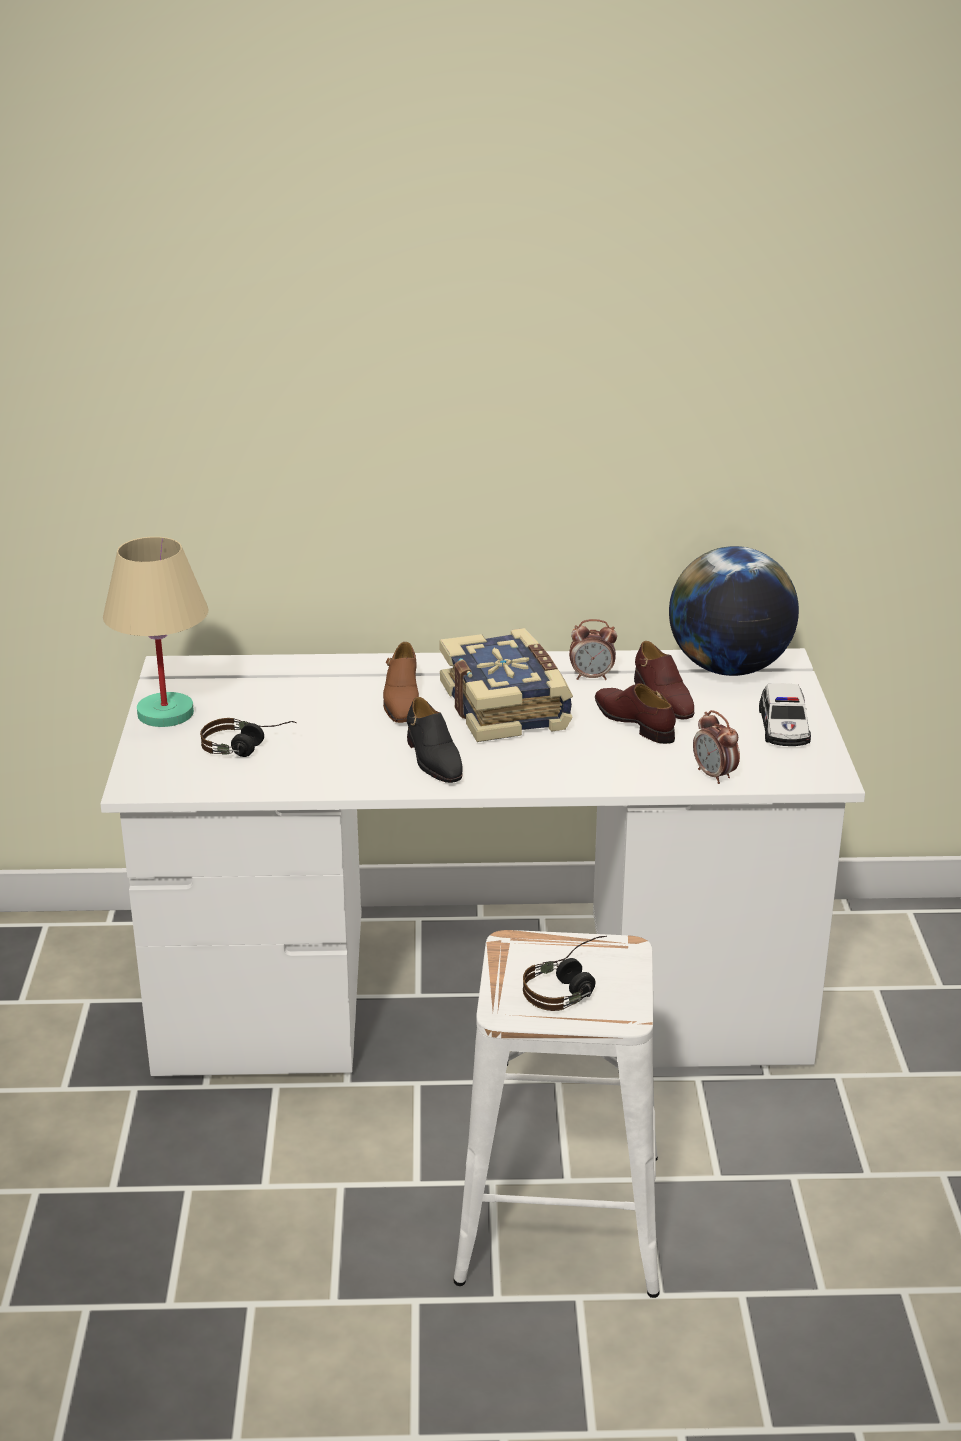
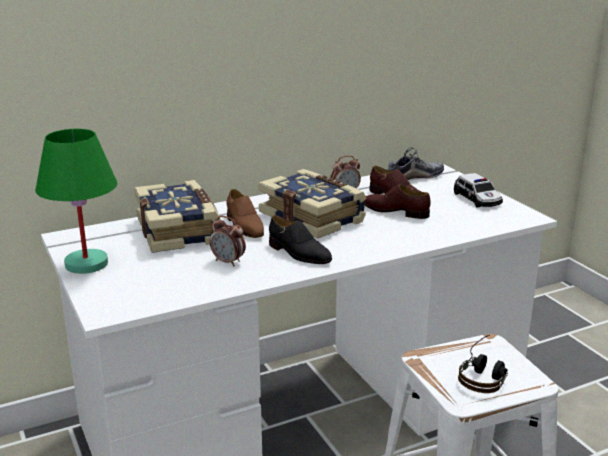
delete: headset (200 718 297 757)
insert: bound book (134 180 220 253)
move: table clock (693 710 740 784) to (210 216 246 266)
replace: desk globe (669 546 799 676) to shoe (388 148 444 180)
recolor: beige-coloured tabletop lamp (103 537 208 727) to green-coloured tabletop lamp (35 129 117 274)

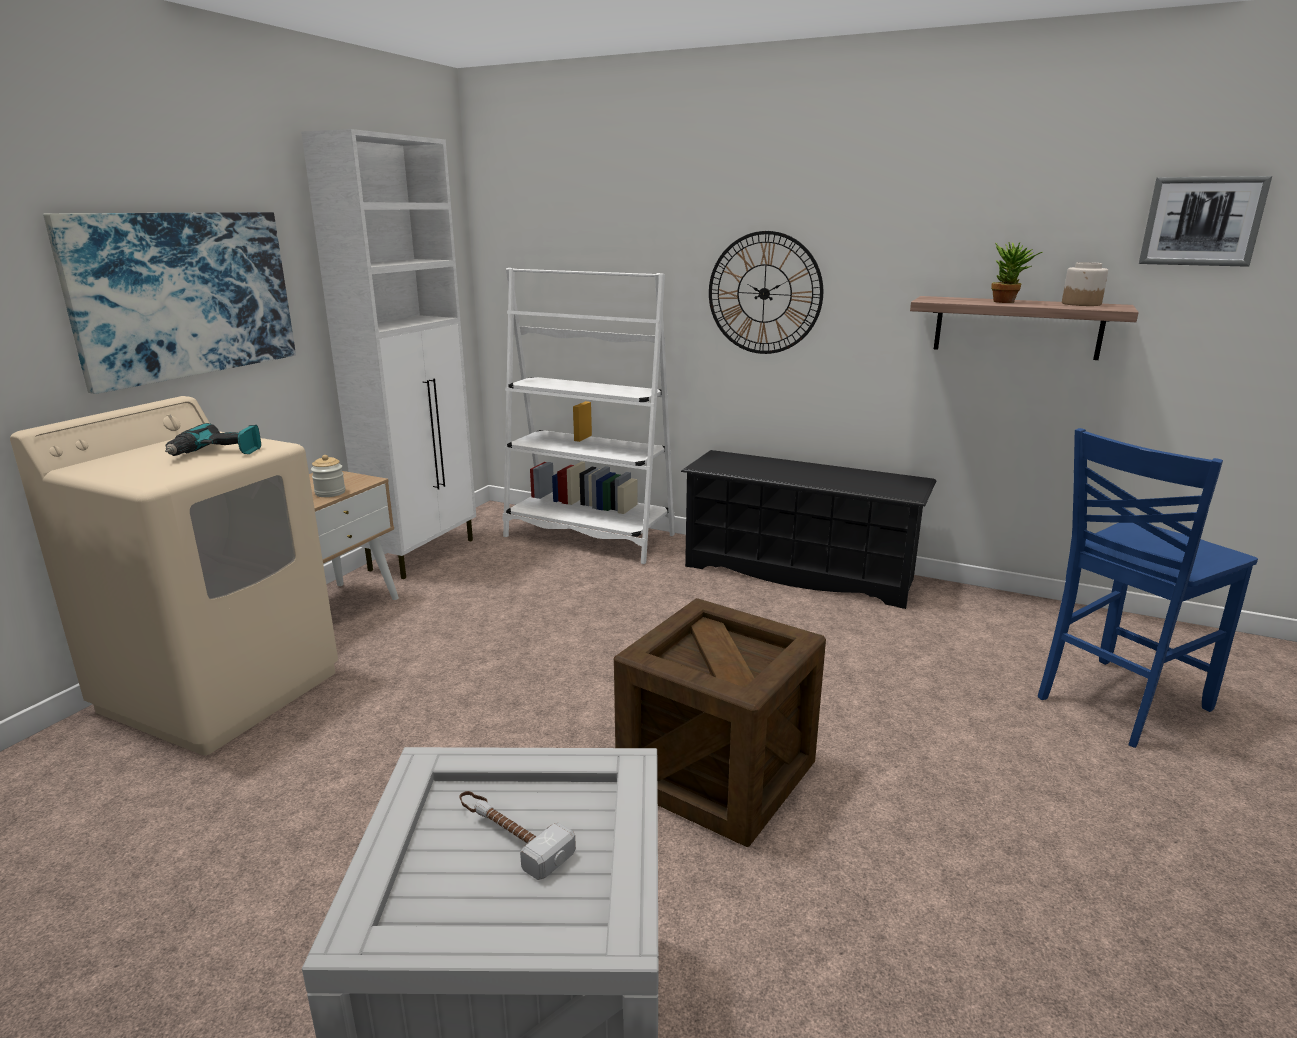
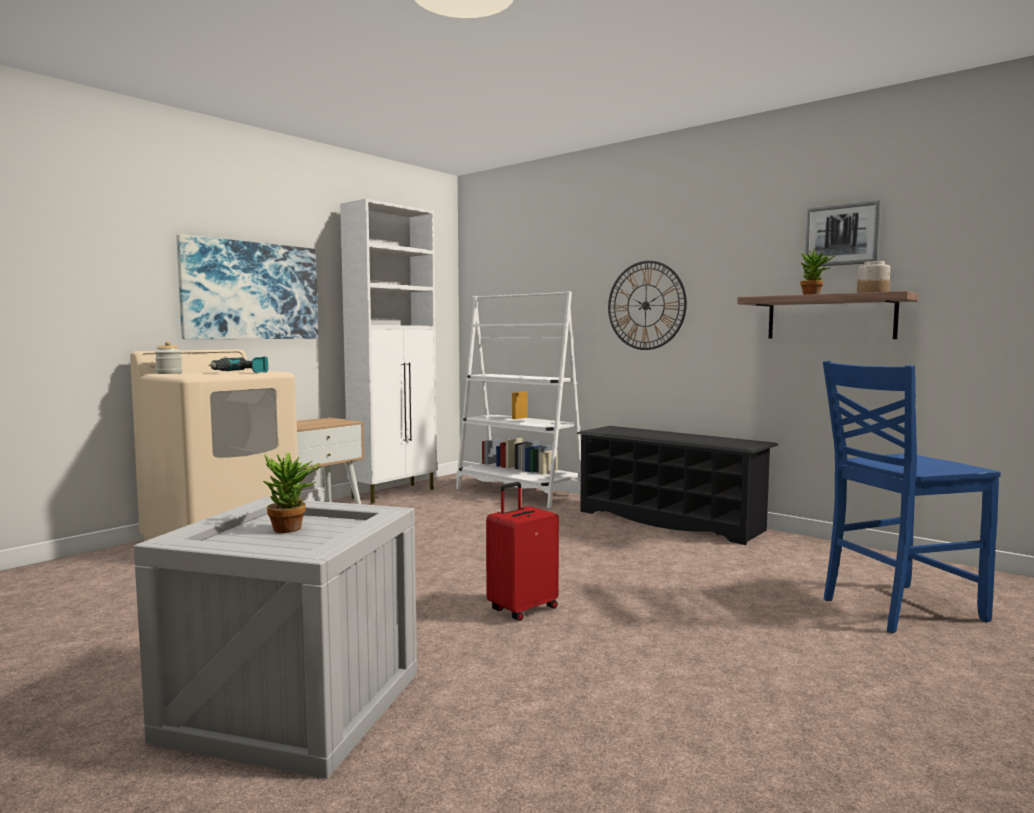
move: jar (311 455 345 497) to (155 341 182 374); wall picture (1139 176 1272 267) to (804 200 881 267)
replace: tool hammer (460 791 576 880) to potted plant (263 453 321 533); packing crate (614 598 826 847) to red-coloured travel case (486 482 559 621)

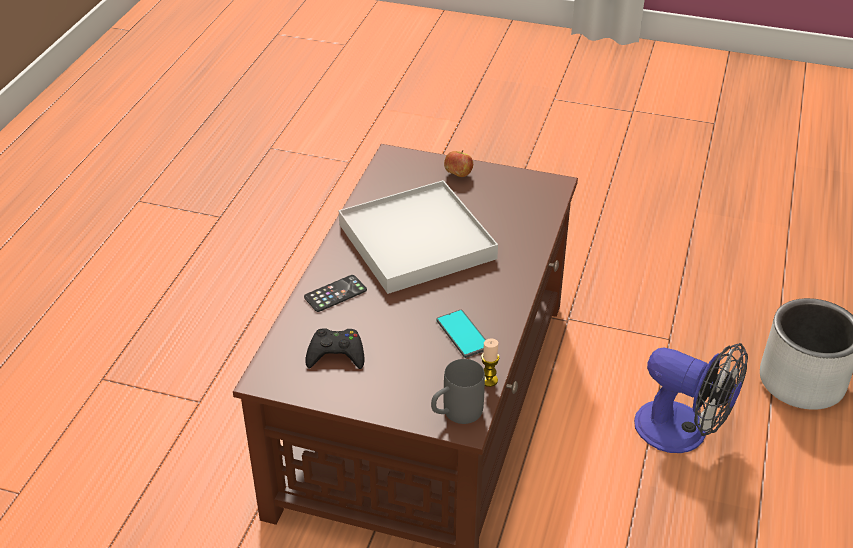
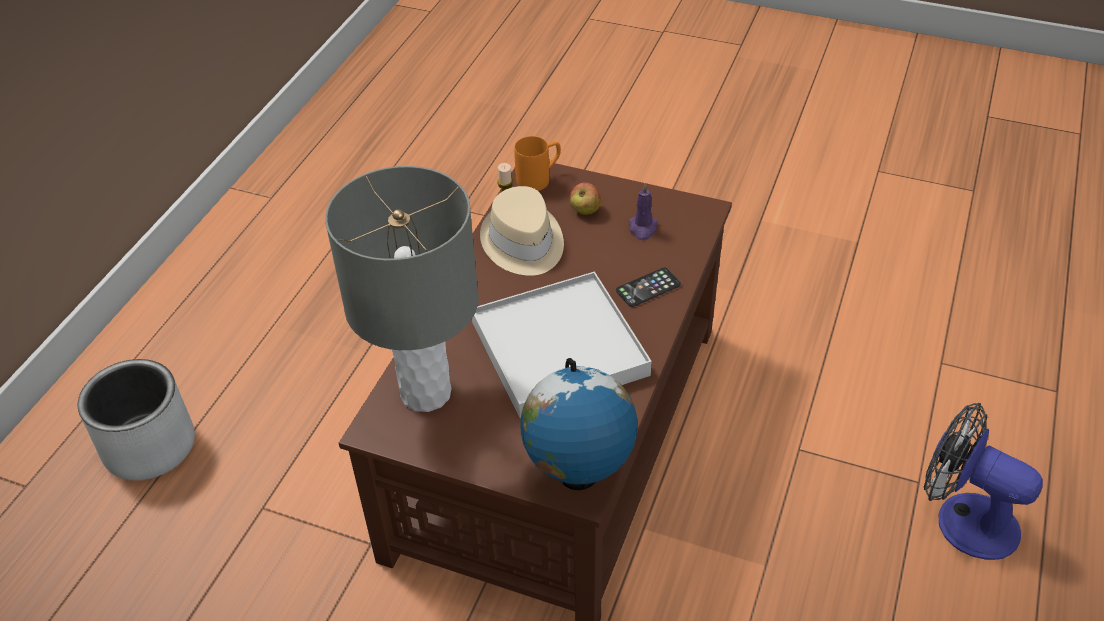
insert: gray tabletop lamp (325 166 479 412); desk globe (521 358 638 490)
move: apple (444 150 473 177) to (569 182 601 215); fan (634 343 748 453) to (924 403 1043 560)
replace: black game controller (305 328 365 369) to purple candle (629 183 658 240); telephone (436 309 486 358) to beige-coloured hat (480 186 564 276)
recolor: gray mug (431 359 485 424) to orangey mug (514 136 561 191)

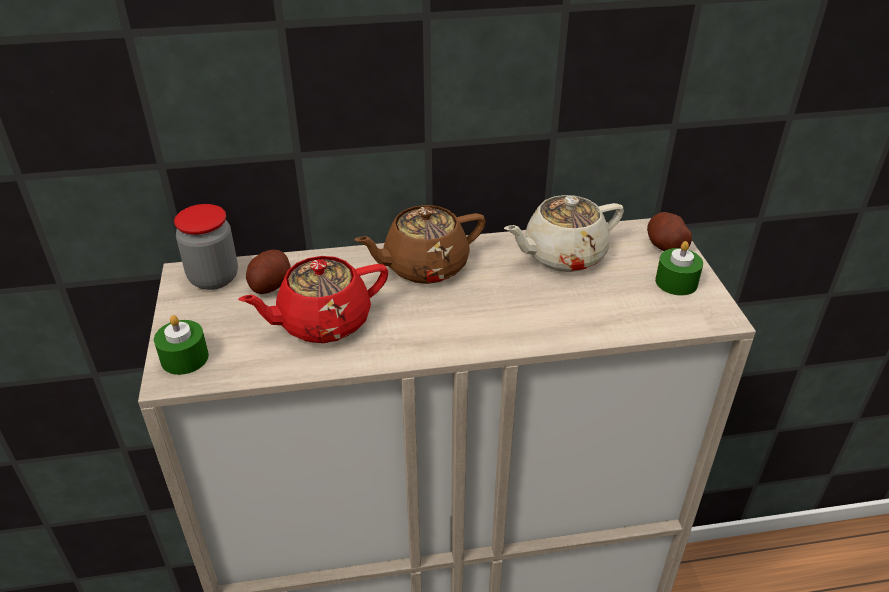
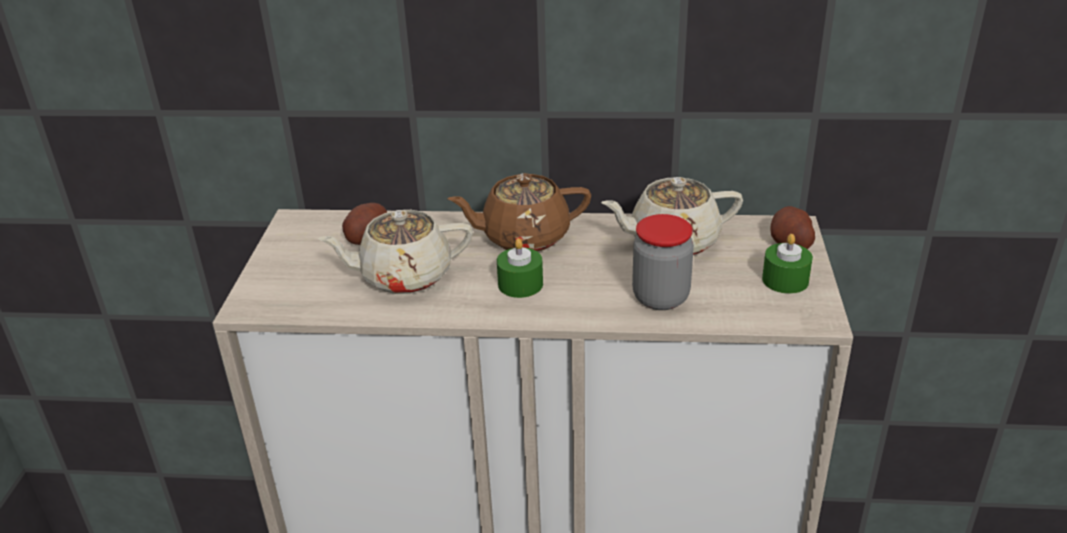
move: green-coloured candle (154 315 209 375) to (497 238 543 298); jar (174 204 238 290) to (632 214 694 310)
recolor: red-coloured pot for tea (238 256 388 343) to beige-coloured pot for tea (318 210 473 294)

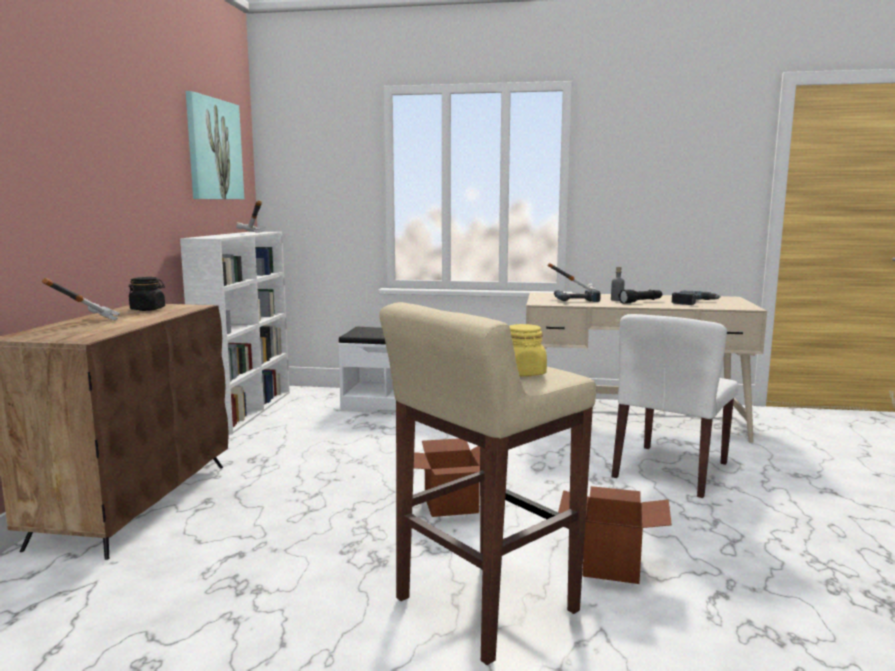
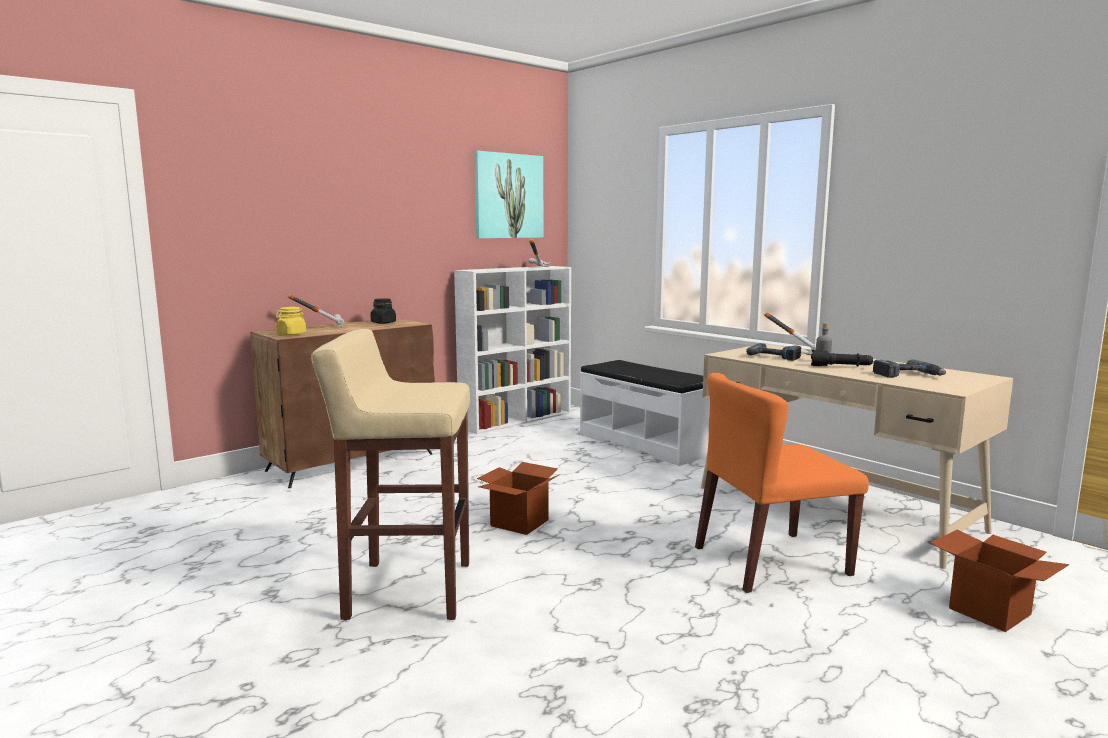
move: yellow jar (509 324 547 377) to (276 307 306 335); cardboard box (558 486 672 584) to (930 530 1069 632)
recolor: white upright chair (612 314 739 498) to orangey upright chair (695 373 869 593)

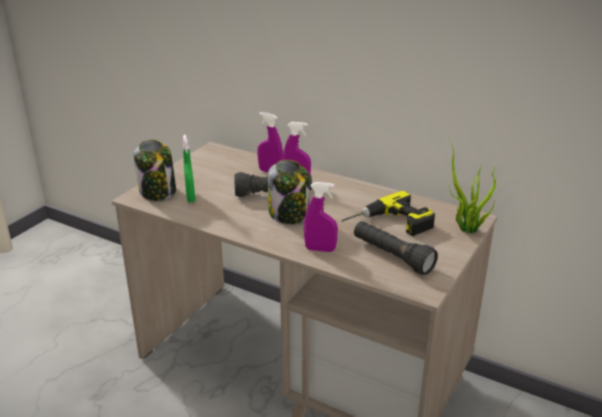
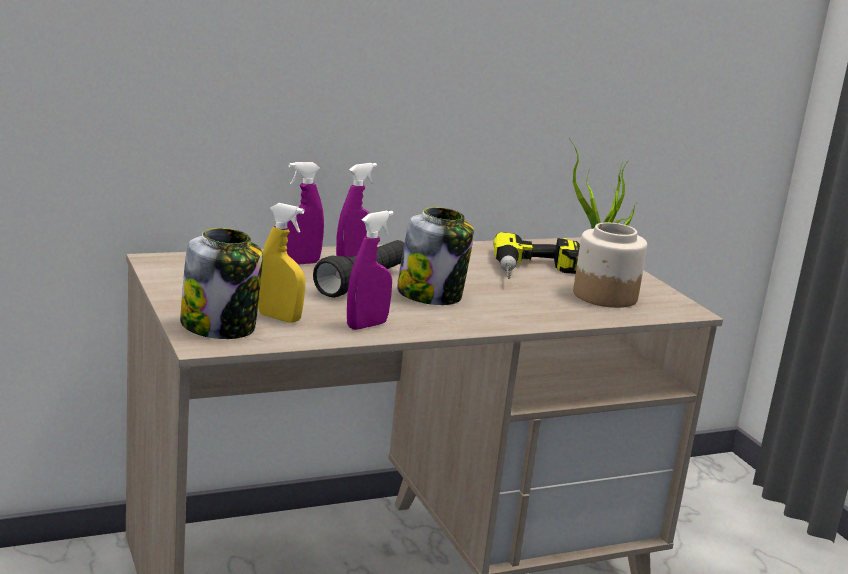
move: purple hand sprayer (304 182 338 252) to (347 211 394 330)
replace: black torch (354 221 438 275) to jar (573 222 647 308)
recolor: green-coloured hand sprayer (183 135 195 202) to yellow hand sprayer (258 203 305 322)

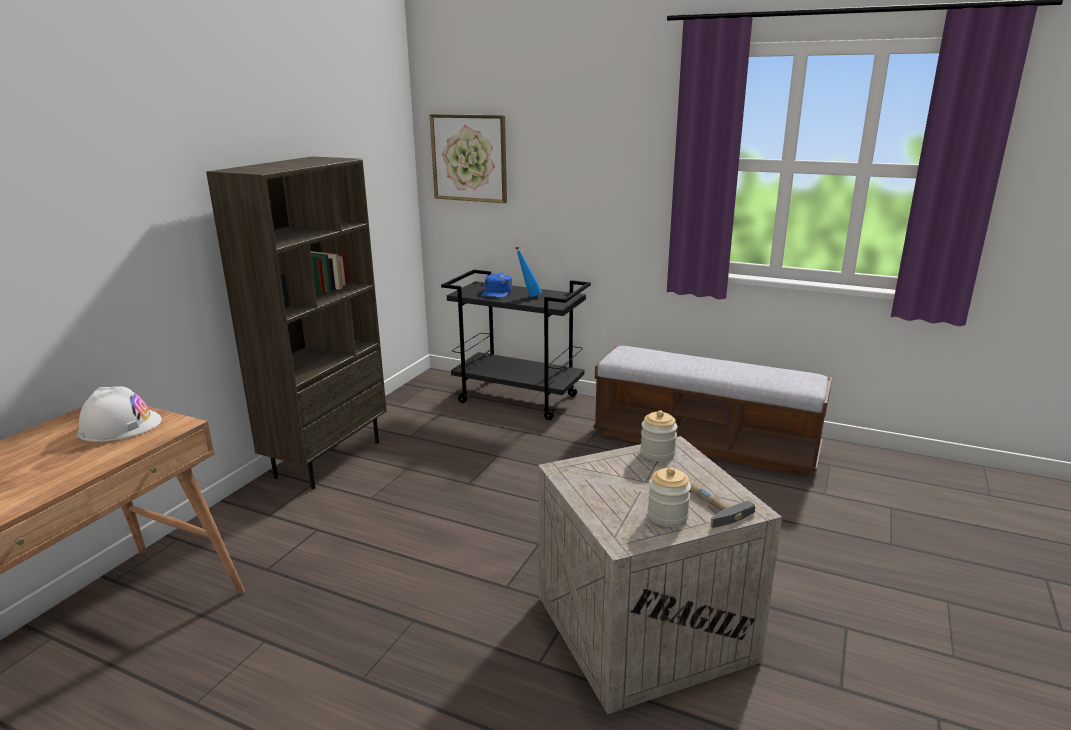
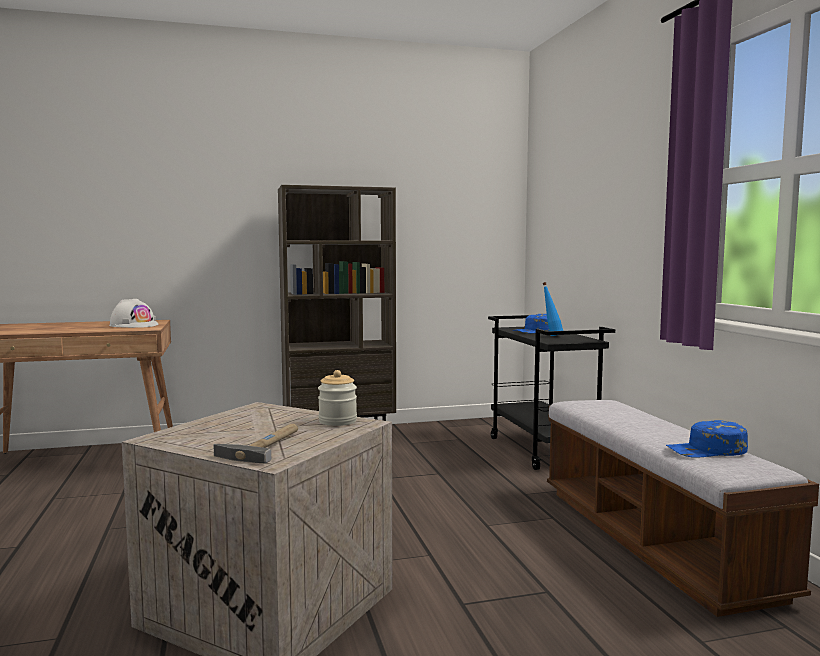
delete: wall picture (430 114 507 203); jar (647 467 691 527)
insert: blue cap (666 420 748 458)

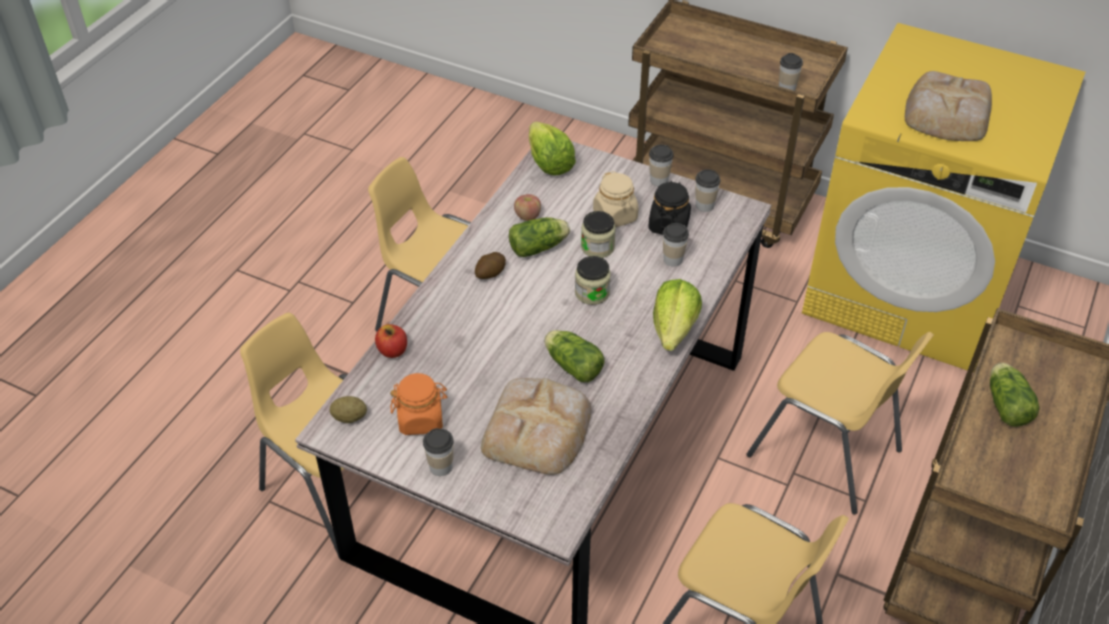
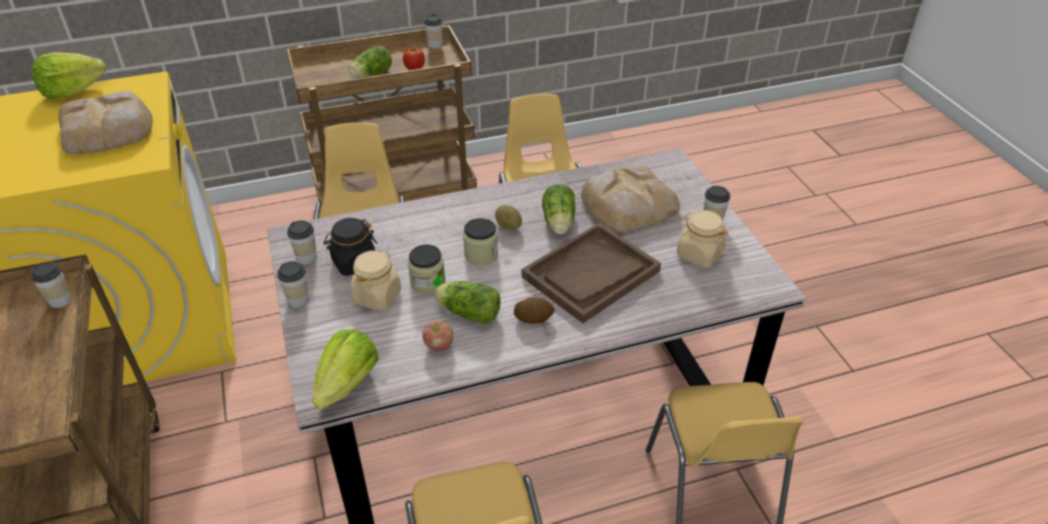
insert: brown carrying tray (522 223 661 323)
move: potato (330 396 367 423) to (495 205 522 230); apple (375 324 407 358) to (403 47 425 70); head of lettuce (653 279 702 351) to (32 52 106 99); small cup (663 223 689 266) to (424 14 443 49)
recolor: orangey jar (390 373 447 435) to beige-coloured jar (677 210 728 268)

